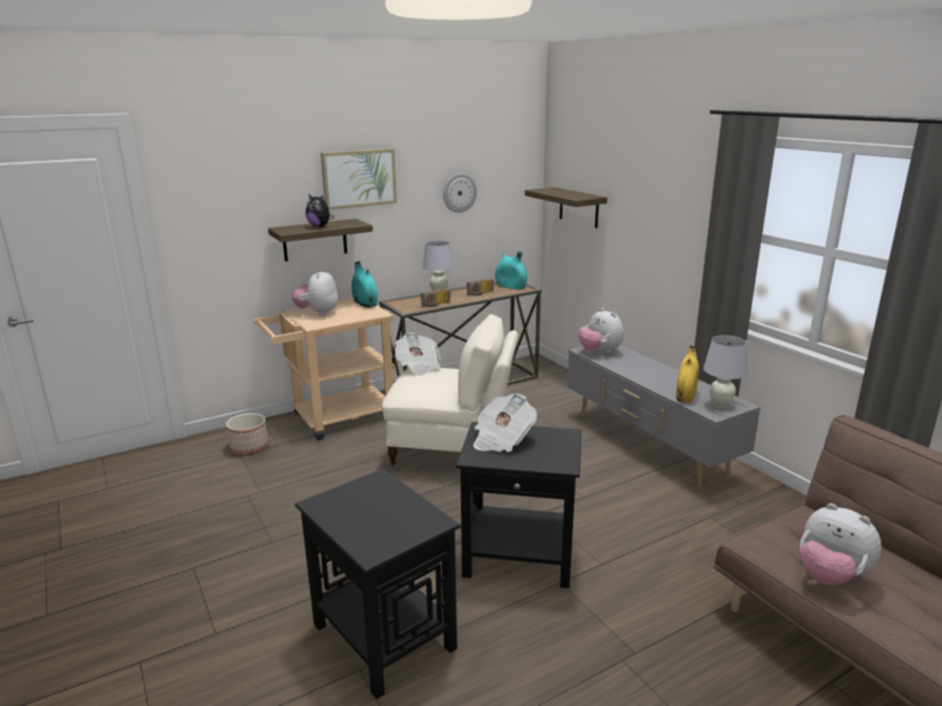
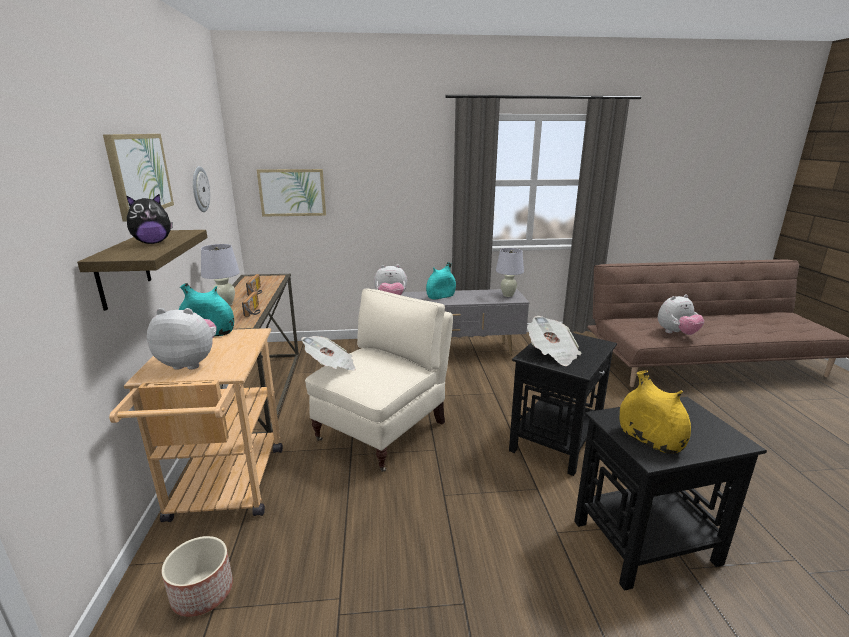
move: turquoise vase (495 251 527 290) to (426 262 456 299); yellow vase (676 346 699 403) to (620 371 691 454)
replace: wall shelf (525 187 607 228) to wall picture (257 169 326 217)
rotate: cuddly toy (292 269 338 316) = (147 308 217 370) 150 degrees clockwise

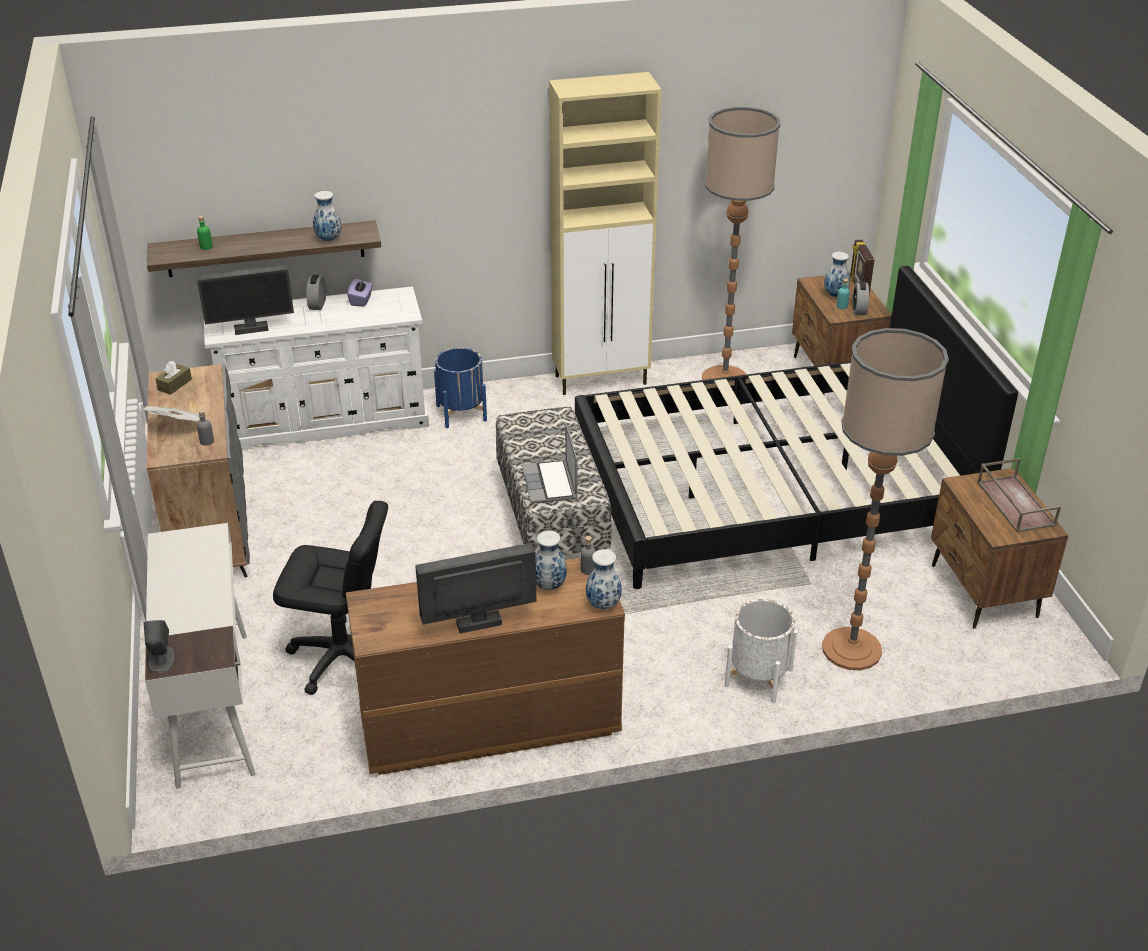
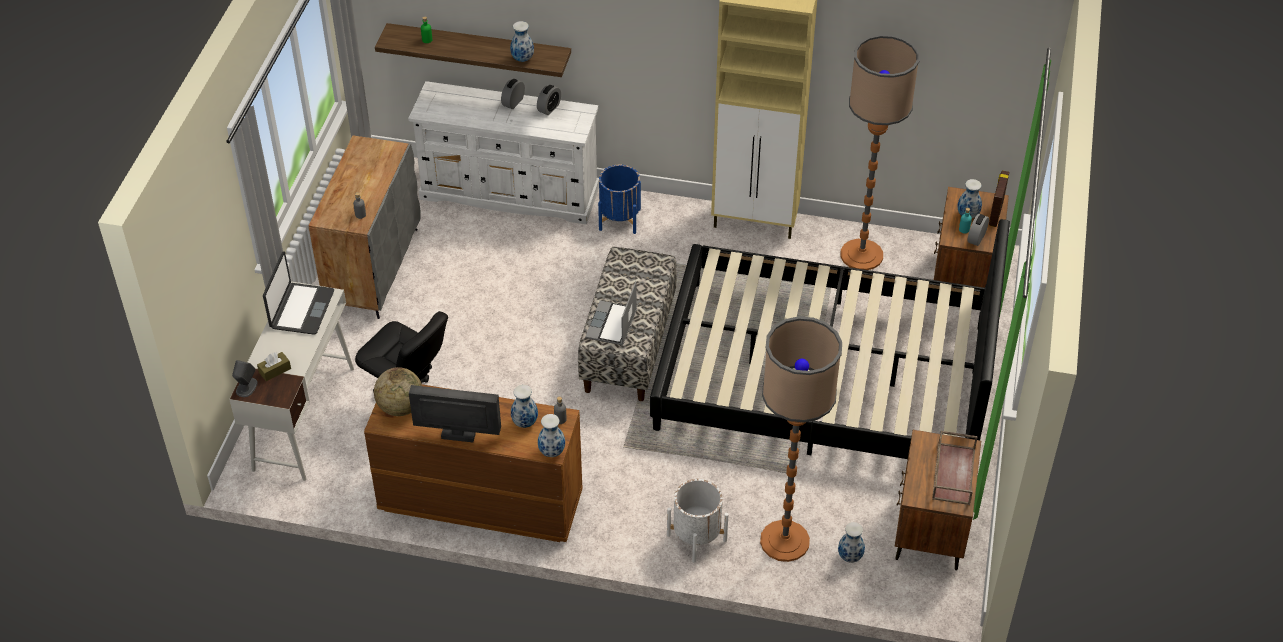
delete: printed paper (144 406 206 421); computer display (196 264 294 335)
insert: portable computer (263 251 334 335); desk globe (374 367 422 416); vase (838 522 865 563)
move: brown tissue box (156 361 192 395) to (257 352 291 381)
replace: purple tissue box (347 278 373 307) to table clock (537 85 561 115)

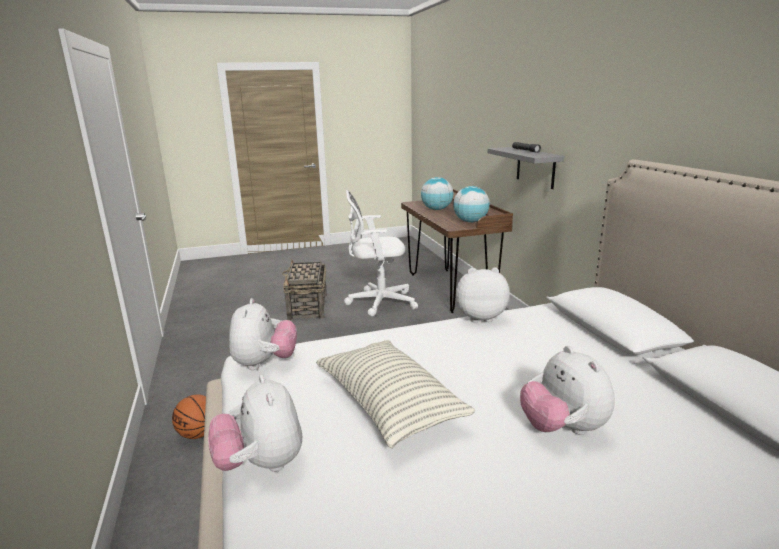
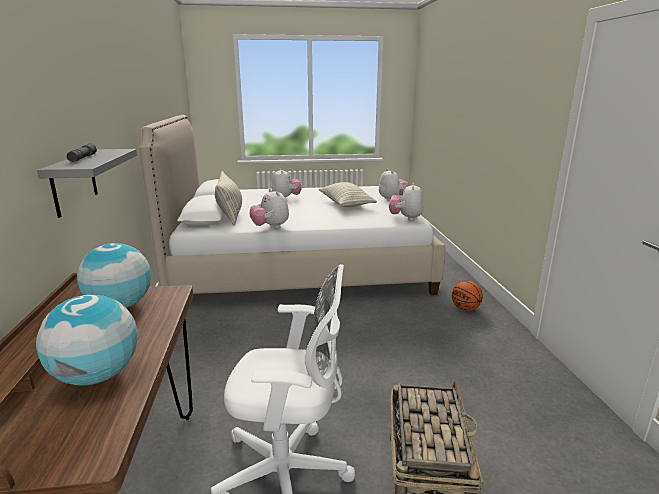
insert: pillow (215 171 242 225)
rotate: cuddly toy (456 267 510 322) = (250 189 289 228) 45 degrees clockwise

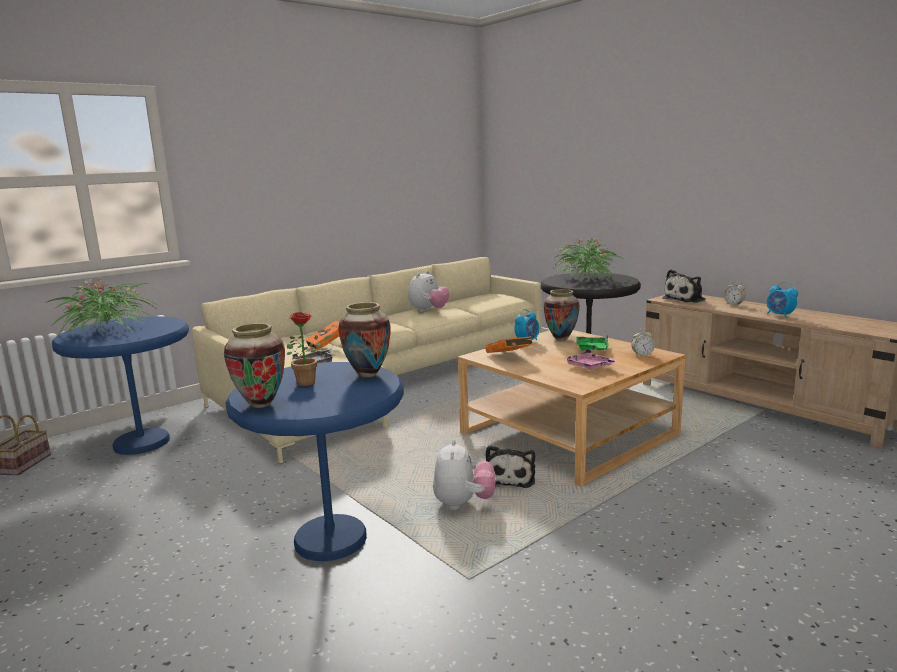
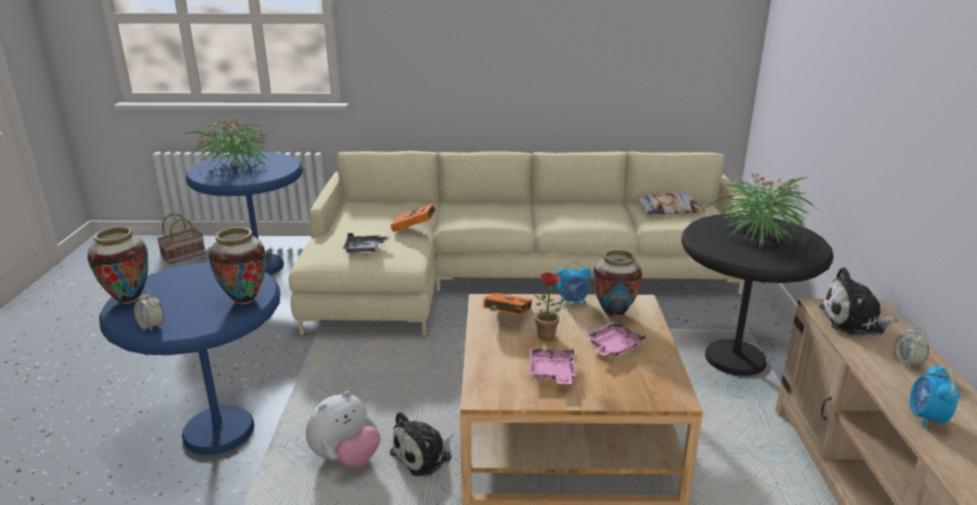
delete: cuddly toy (408 271 450 312)
insert: pillow (635 192 705 214)
move: potted plant (287 312 332 386) to (534 273 575 340); table clock (632 328 655 356) to (134 290 164 331)
recolor: green-coloured carrying tray (577 335 609 350) to pink-coloured carrying tray (584 321 646 356)

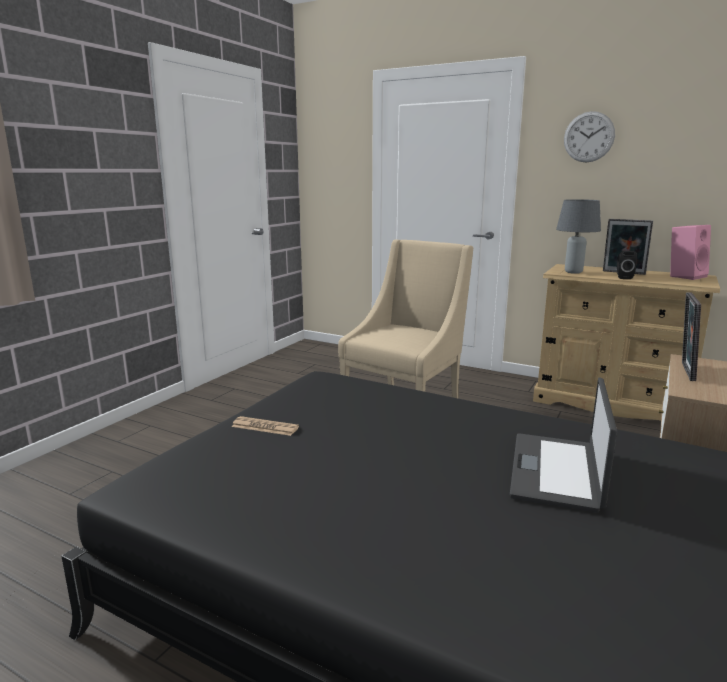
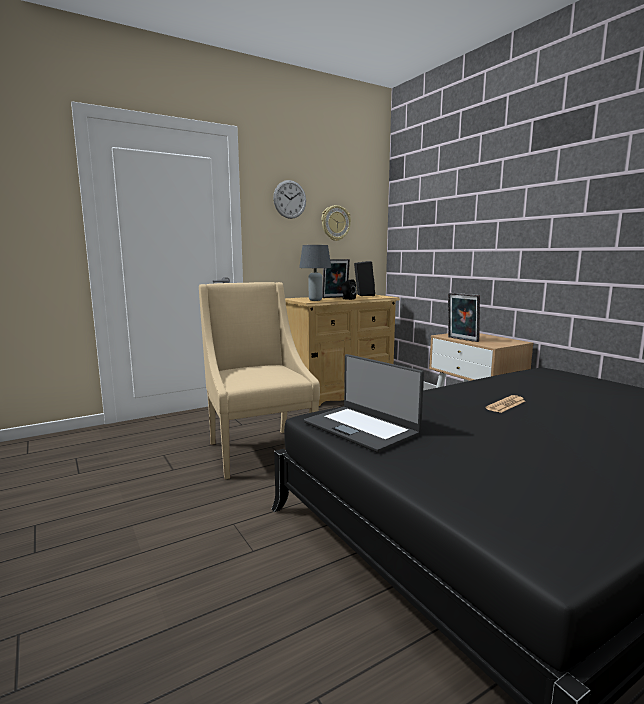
insert: hanging clock (321 205 351 241)
move: printed paper (231 416 299 436) to (485 395 525 413); portable computer (510 377 617 513) to (304 354 424 453)
recolor: pink-coloured loudspeaker (670 225 711 280) to black loudspeaker (354 261 375 296)

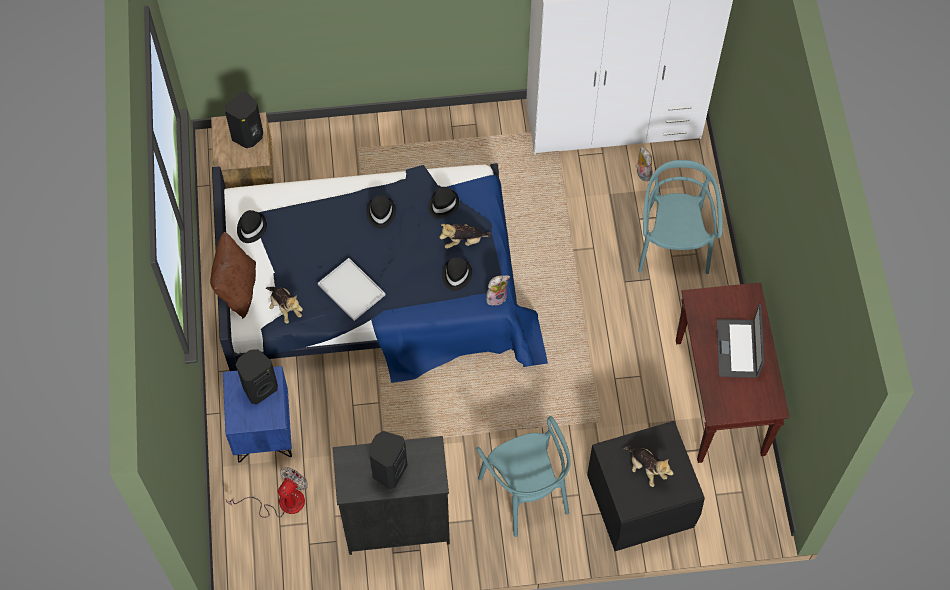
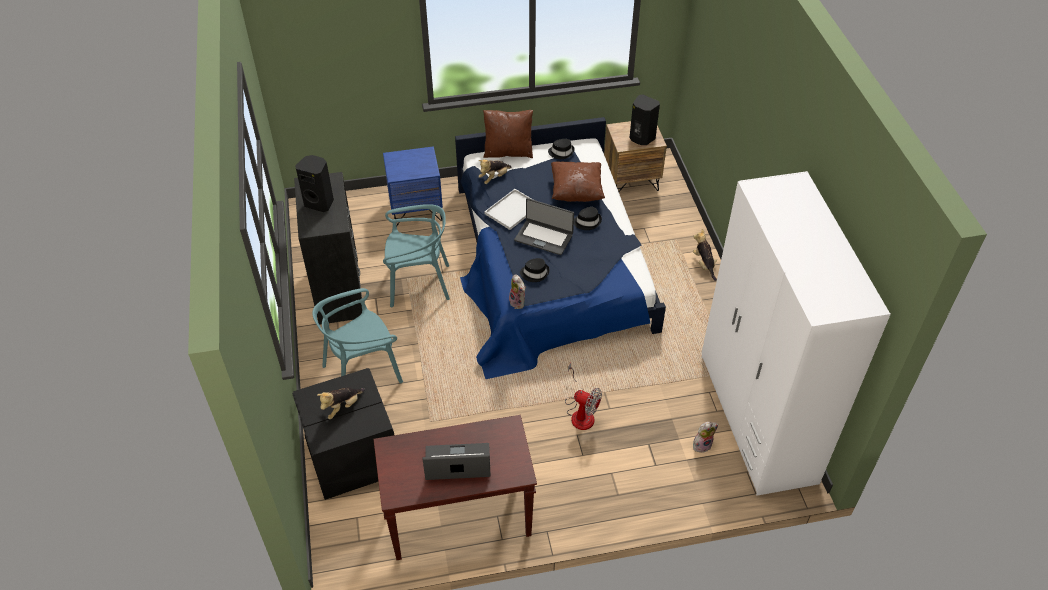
delete: black loudspeaker (236 349 278 405); black hat (428 187 459 218)
insert: portable computer (514 198 574 255); brown pillow (551 162 605 202)
move: fan (226 467 308 518) to (565 363 602 430); cuddly toy (439 224 492 249) to (693 229 717 281); turquoise upright chair (638 160 723 274) to (383 204 450 307)

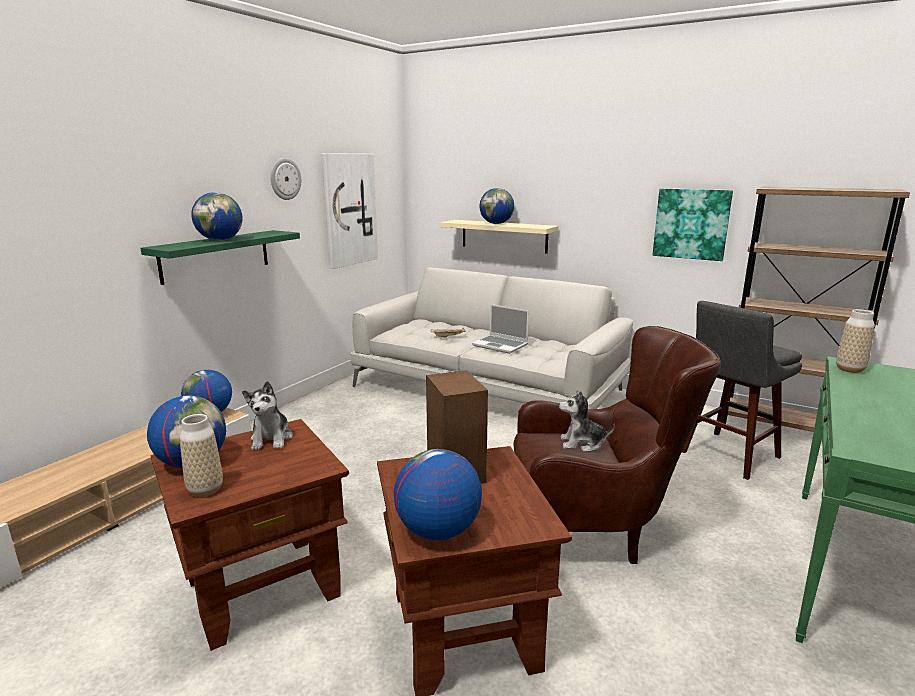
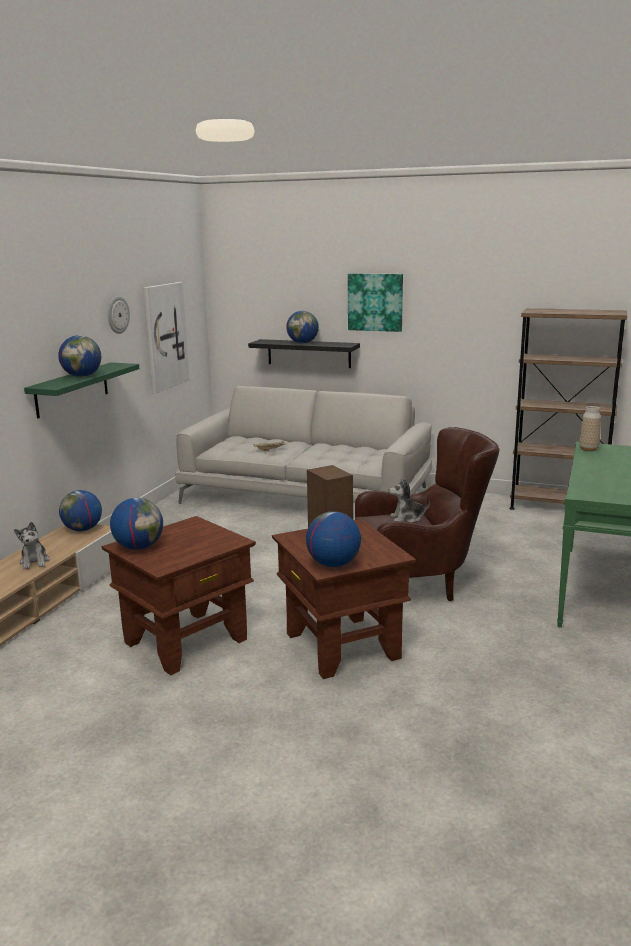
delete: vase (180 414 223 497); portable computer (472 304 529 354); gray sitting stool (682 301 802 480)
move: cuddly toy (242 381 293 450) to (14 522 49 569); wall picture (653 188 733 261) to (348 274 403 332)
recolor: beige-coloured wall shelf (440 220 559 253) to black wall shelf (248 339 360 368)

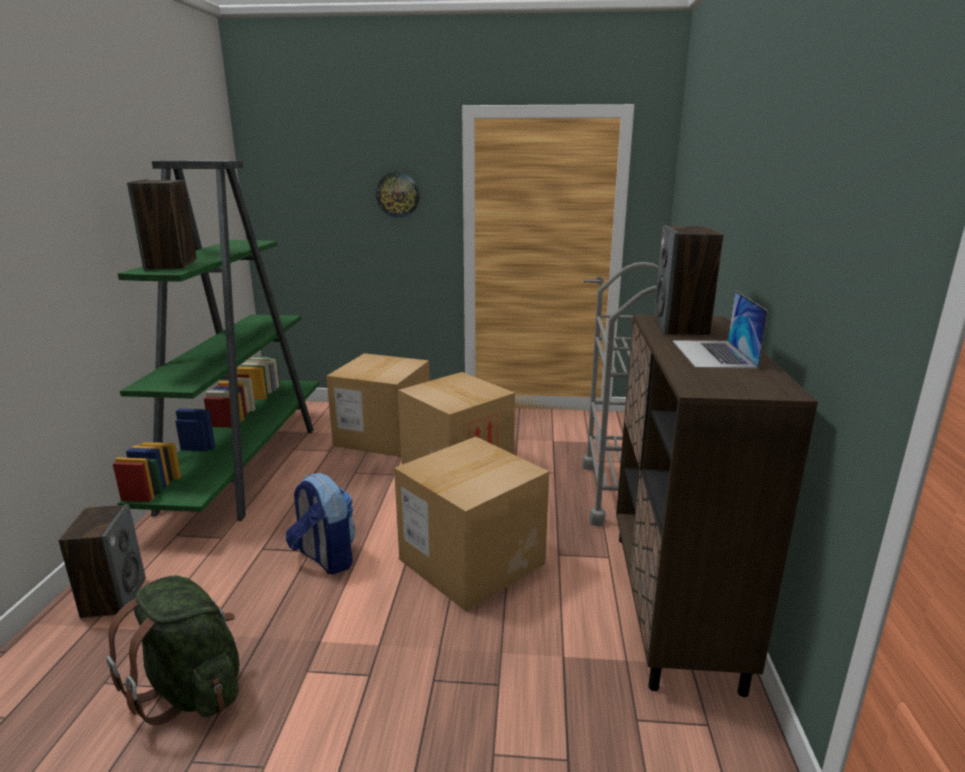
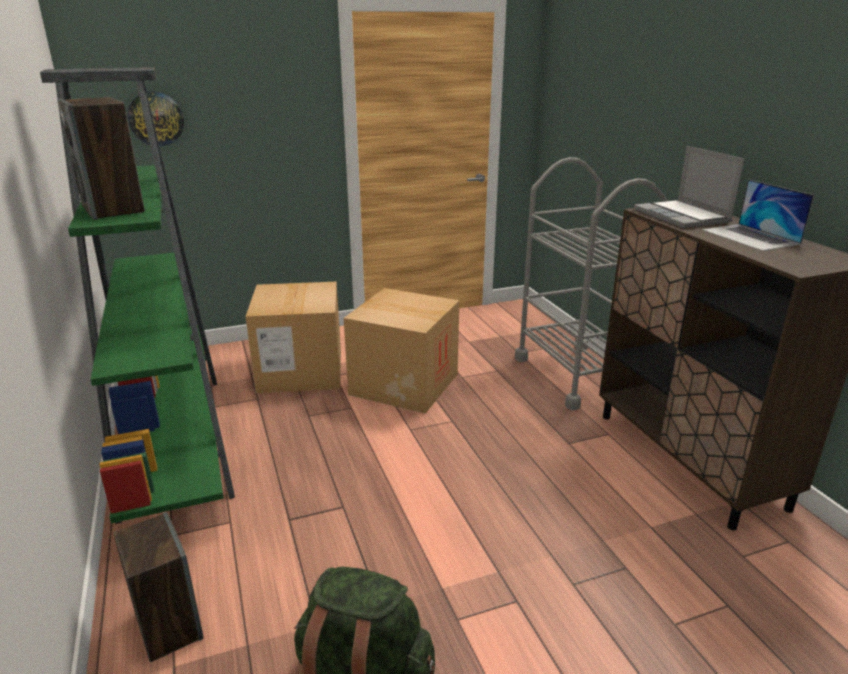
delete: knapsack (286 473 355 574); cardboard box (394 437 549 612)
move: hanging clock (376 172 420 218) to (128 91 184 146)
replace: loudspeaker (654 225 724 335) to portable computer (634 146 744 228)

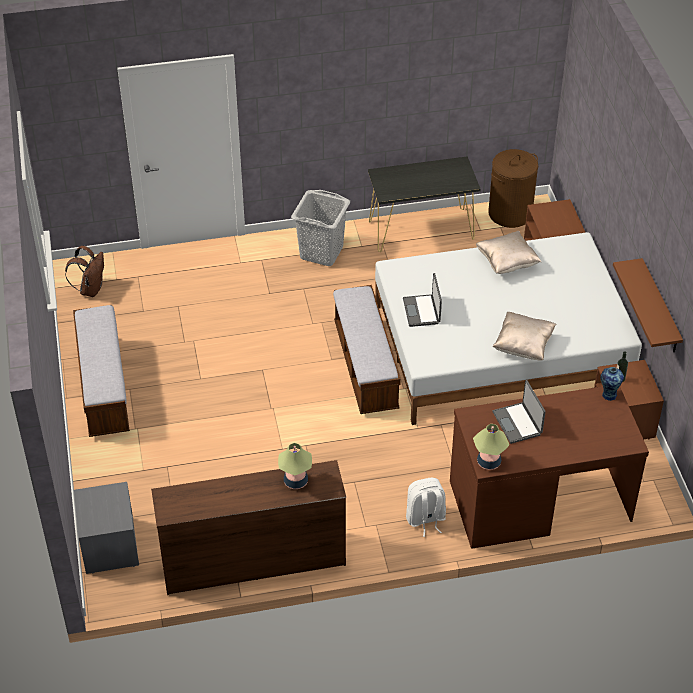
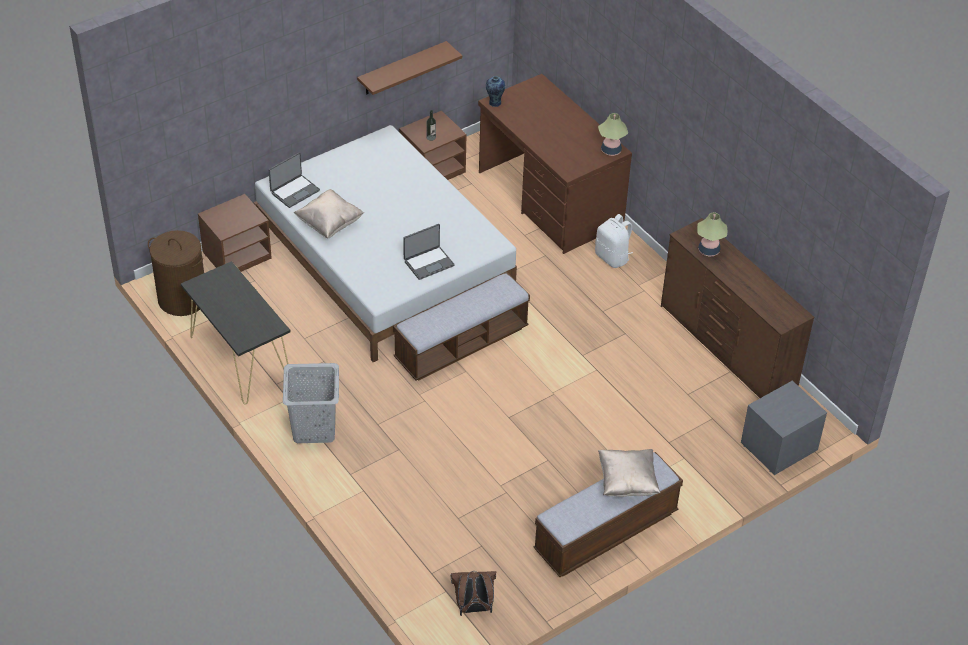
move: beige-coloured pillow (492 312 556 361) to (598 449 660 497); portable computer (493 380 545 444) to (269 152 320 208)

